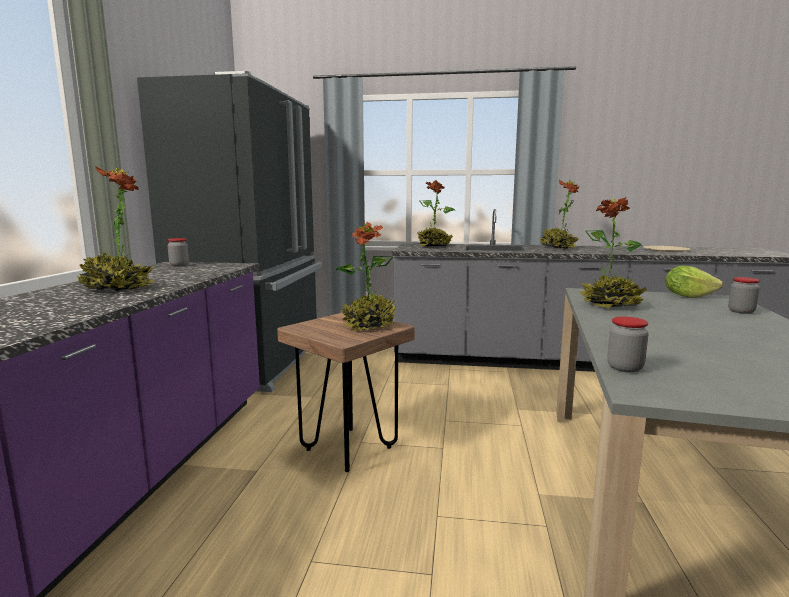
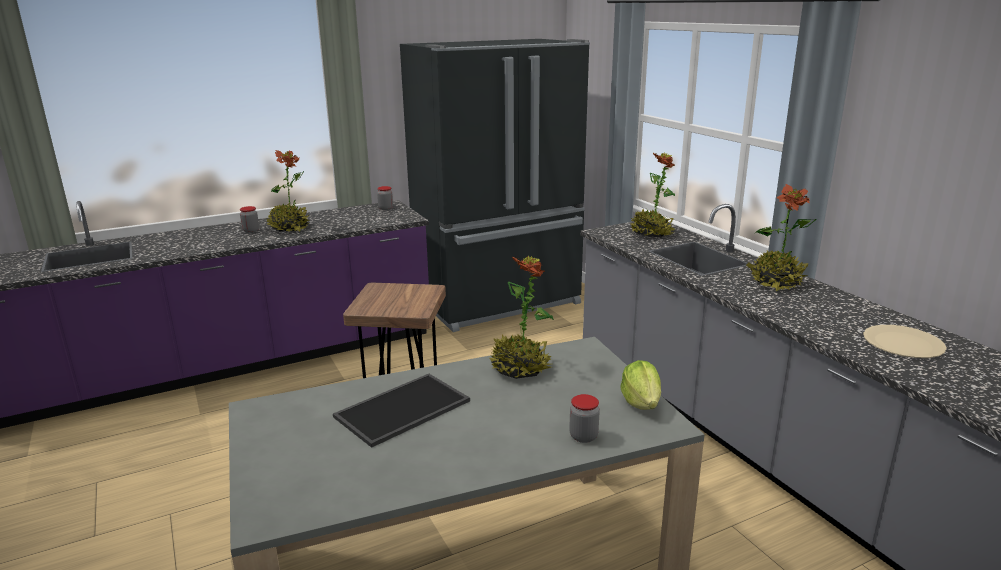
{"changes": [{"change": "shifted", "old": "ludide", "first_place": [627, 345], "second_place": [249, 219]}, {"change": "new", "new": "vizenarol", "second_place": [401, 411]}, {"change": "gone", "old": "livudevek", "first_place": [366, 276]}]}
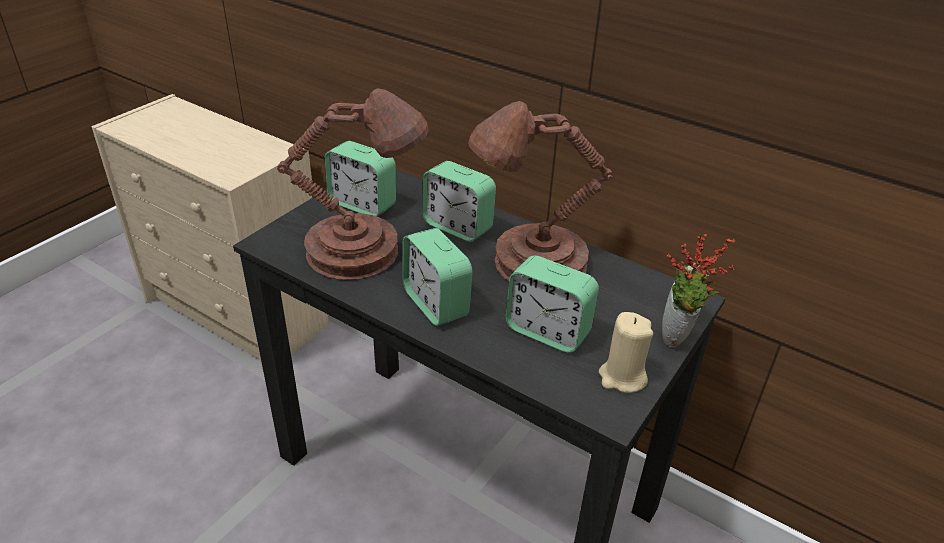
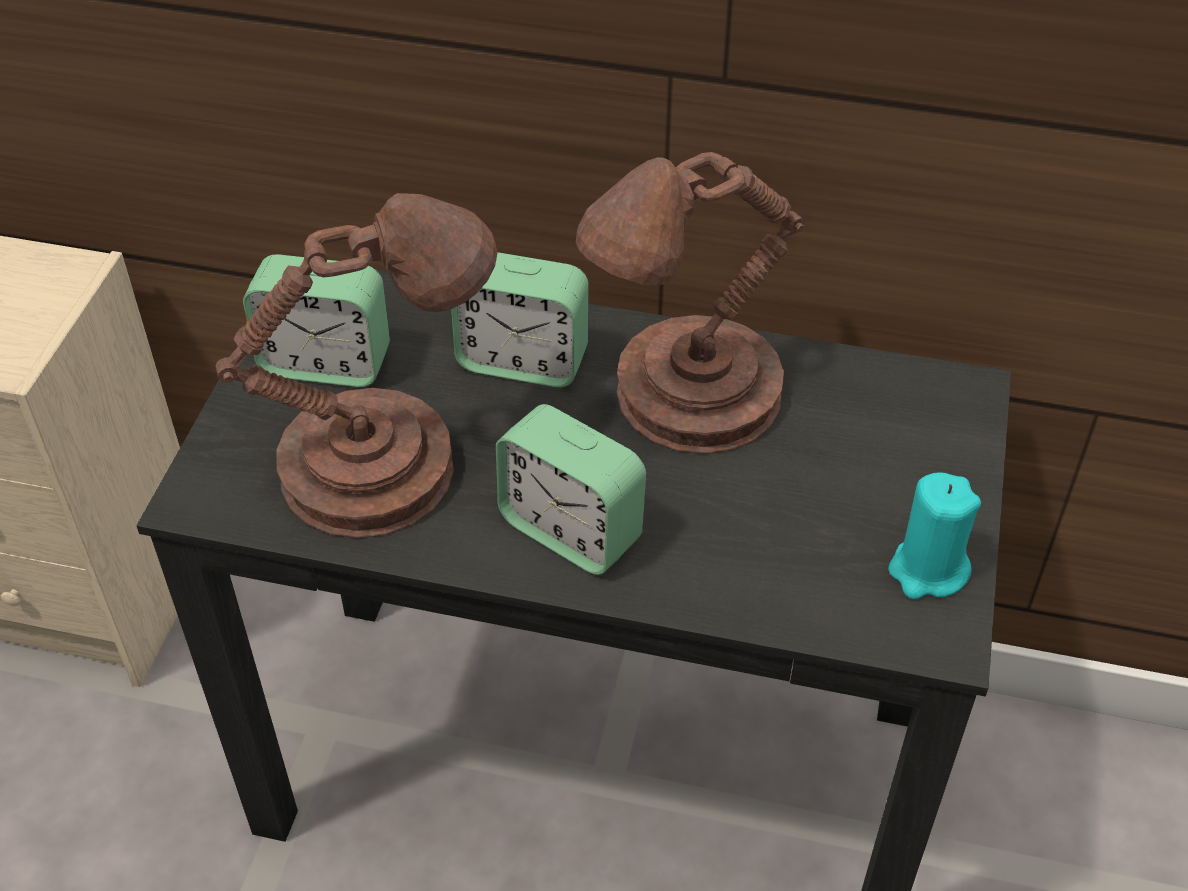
{"changes": [{"change": "repainted", "old": "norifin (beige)", "new": "norifin (turquoise)", "first_place": [626, 352], "second_place": [934, 535]}, {"change": "gone", "old": "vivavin", "first_place": [552, 304]}, {"change": "gone", "old": "livudevek", "first_place": [699, 291]}]}
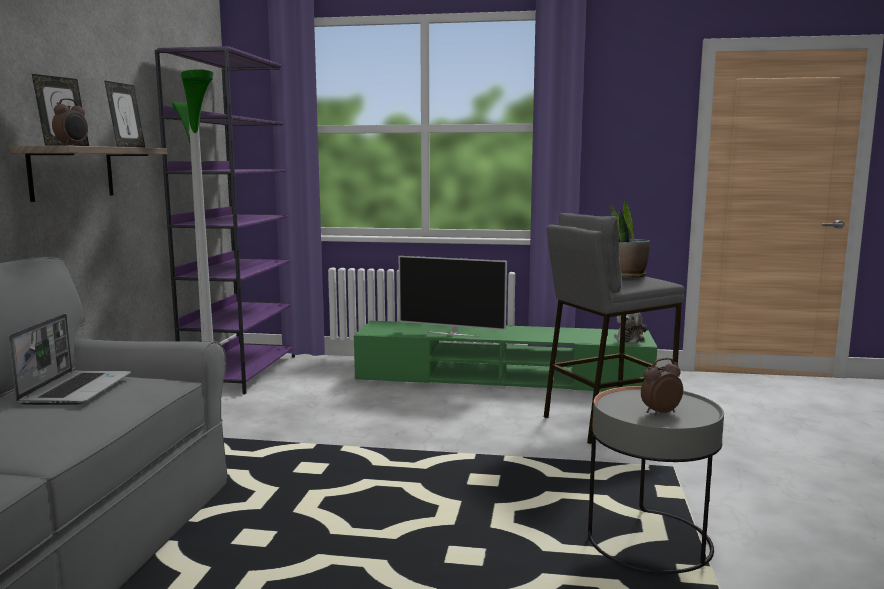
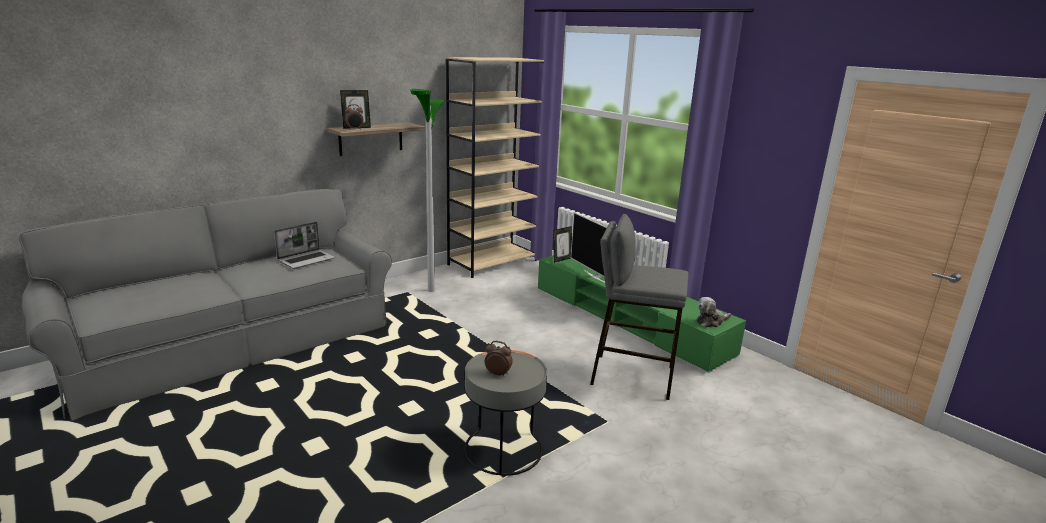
{"changes": [{"change": "repainted", "old": "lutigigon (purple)", "new": "lutigigon (beige)", "first_place": [225, 220], "second_place": [495, 167]}, {"change": "shifted", "old": "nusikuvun", "first_place": [124, 113], "second_place": [562, 244]}, {"change": "gone", "old": "livudevek", "first_place": [630, 239]}]}
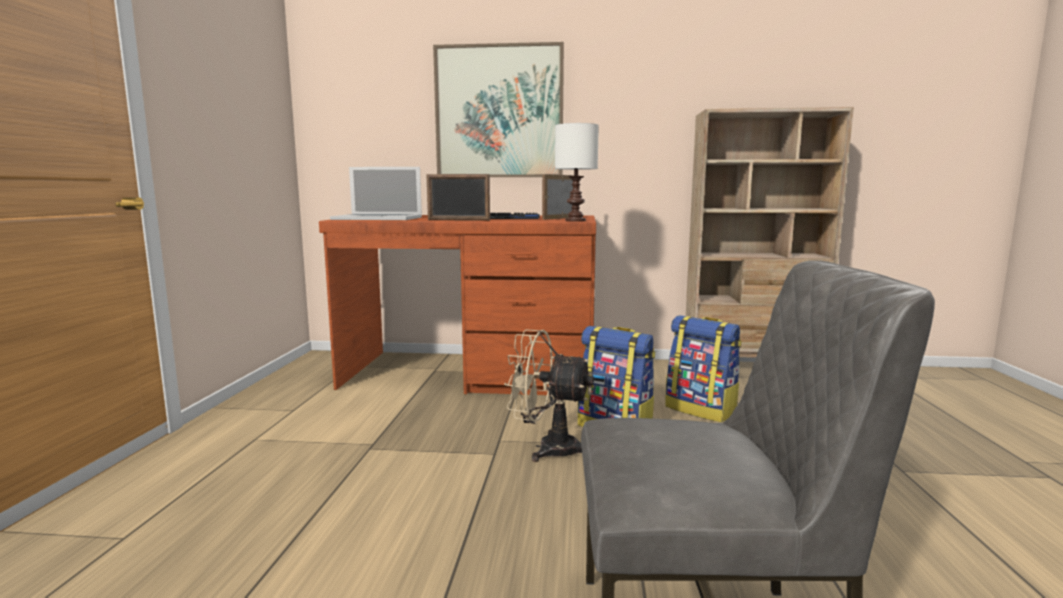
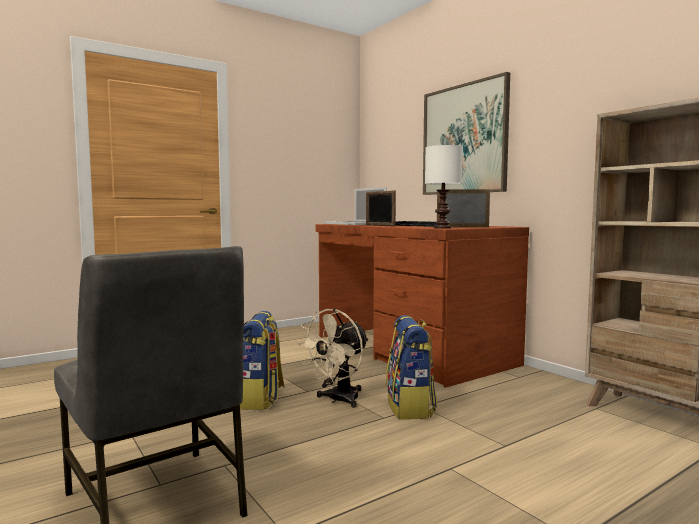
{"changes": [{"change": "shifted", "old": "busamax", "first_place": [703, 369], "second_place": [262, 360]}, {"change": "rotated", "old": "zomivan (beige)", "first_place": [549, 395], "second_place": [333, 358], "degrees": -120}]}
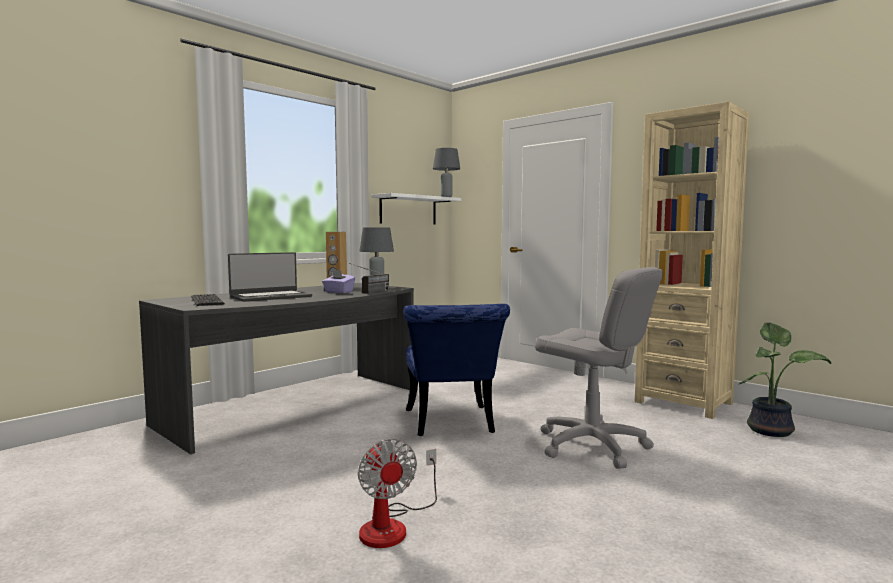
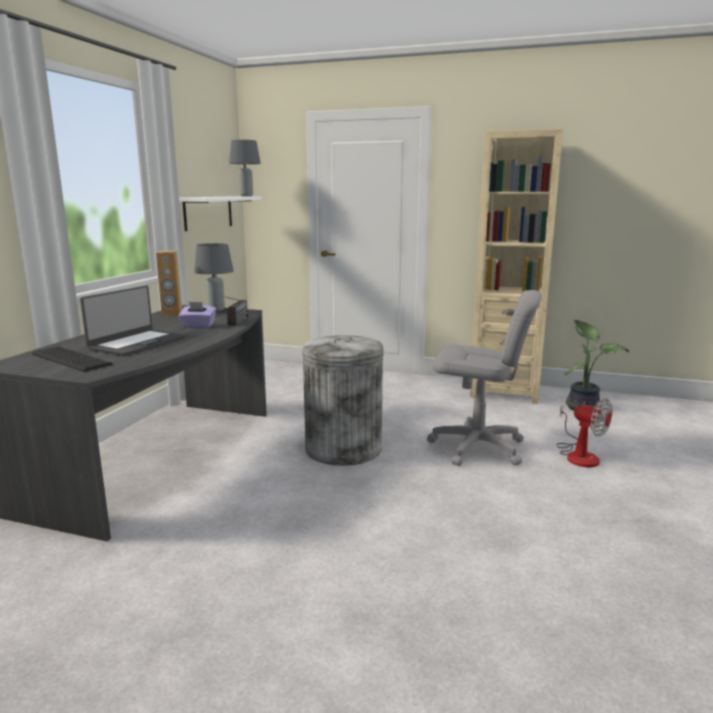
{"changes": [{"change": "swapped", "old": "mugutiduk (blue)", "new": "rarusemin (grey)", "first_place": [457, 370], "second_place": [343, 400]}, {"change": "shifted", "old": "zomivan", "first_place": [397, 493], "second_place": [585, 432]}]}
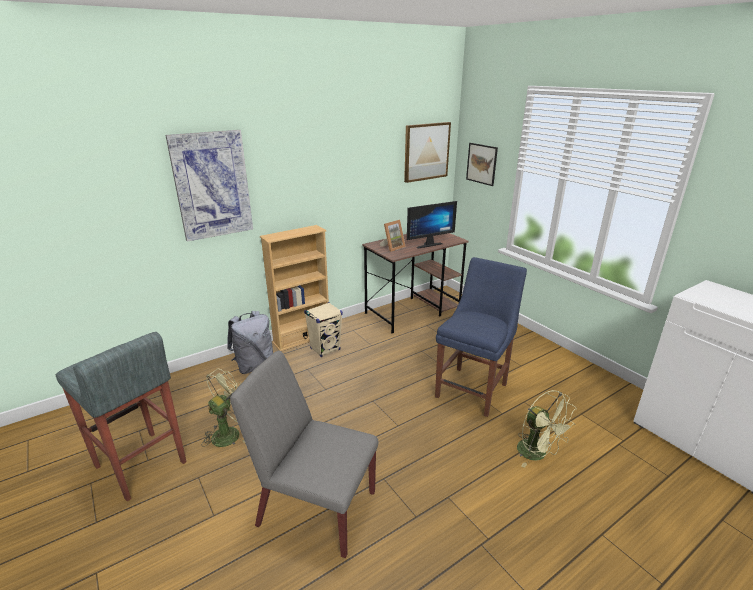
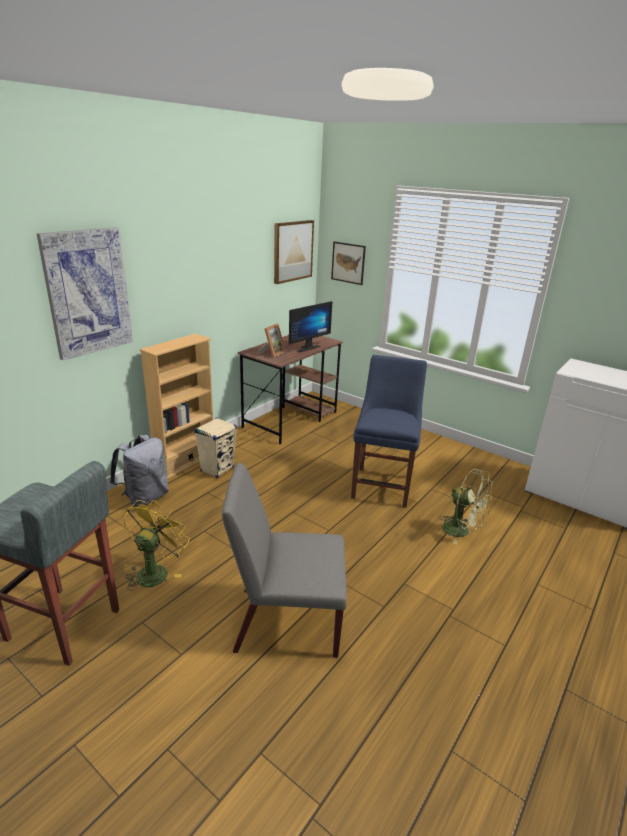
{"changes": [{"change": "repainted", "old": "zomivan (green)", "new": "zomivan (yellow)", "first_place": [224, 408], "second_place": [156, 545]}]}
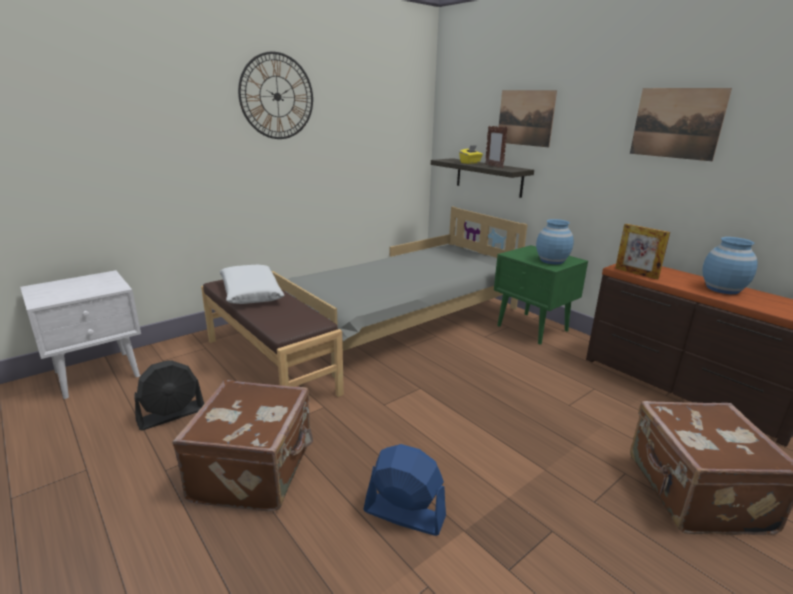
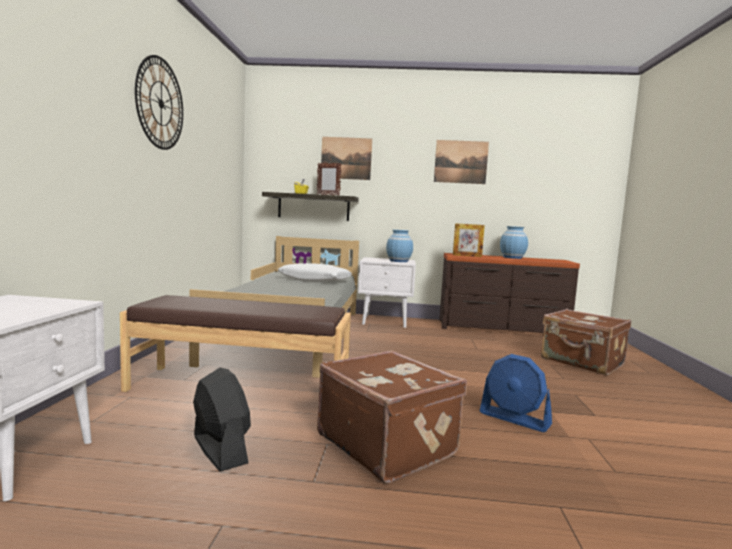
{"changes": [{"change": "rotated", "old": "zomivan (black)", "first_place": [169, 395], "second_place": [222, 420], "degrees": -45}, {"change": "shifted", "old": "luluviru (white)", "first_place": [252, 284], "second_place": [315, 272]}, {"change": "repainted", "old": "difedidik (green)", "new": "difedidik (white)", "first_place": [541, 295], "second_place": [387, 292]}, {"change": "rotated", "old": "zomivan (blue)", "first_place": [404, 490], "second_place": [516, 393], "degrees": -120}]}
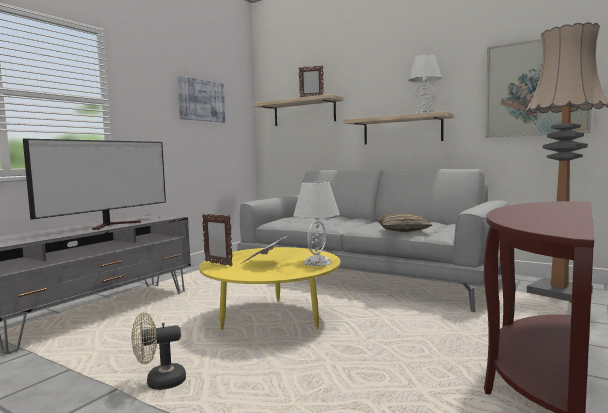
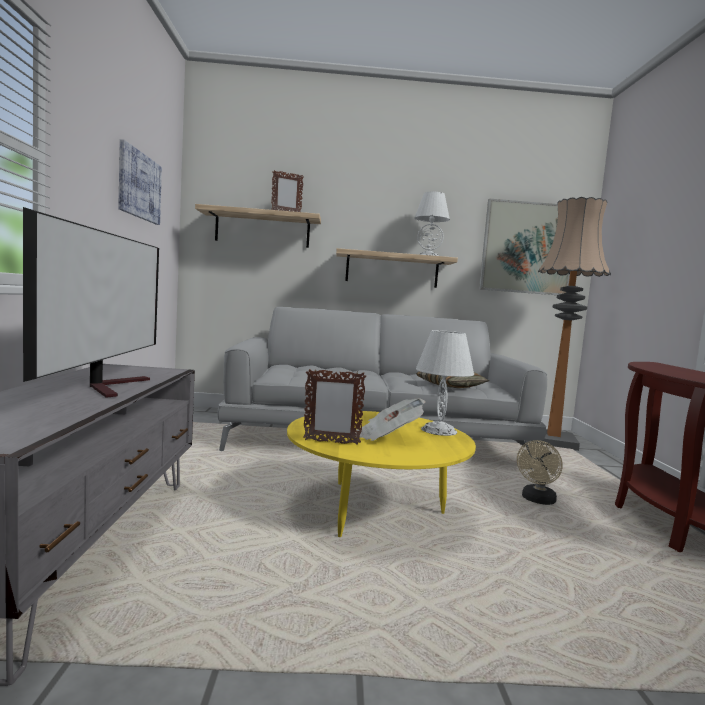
{"changes": [{"change": "shifted", "old": "zomivan (beige)", "first_place": [158, 351], "second_place": [540, 472]}]}
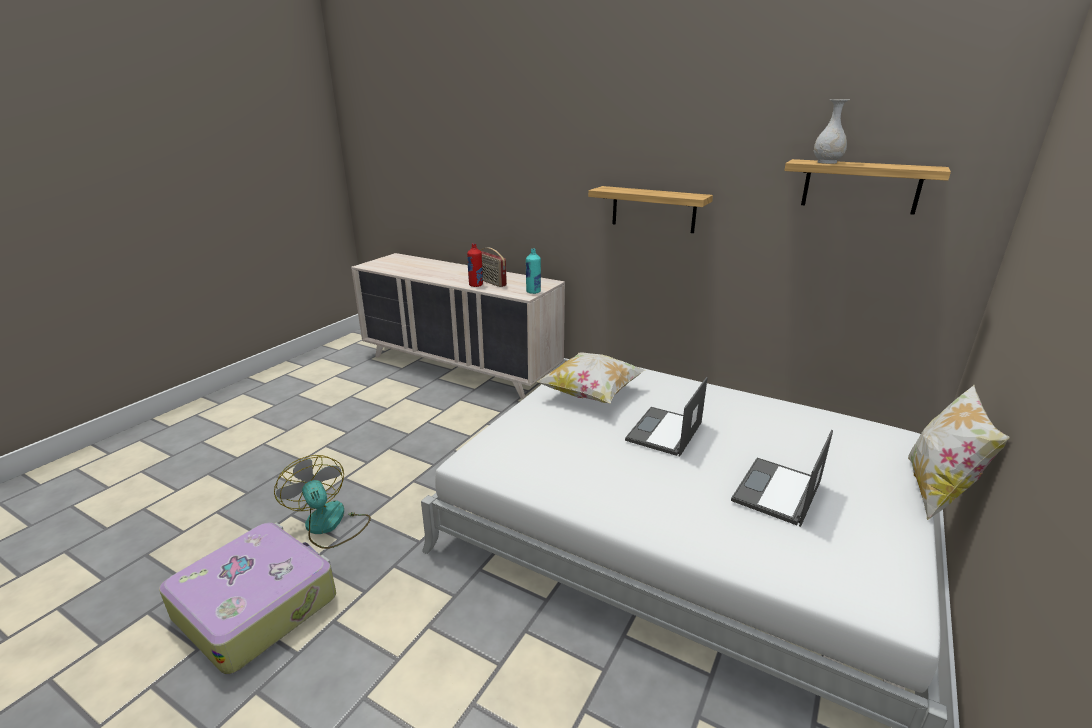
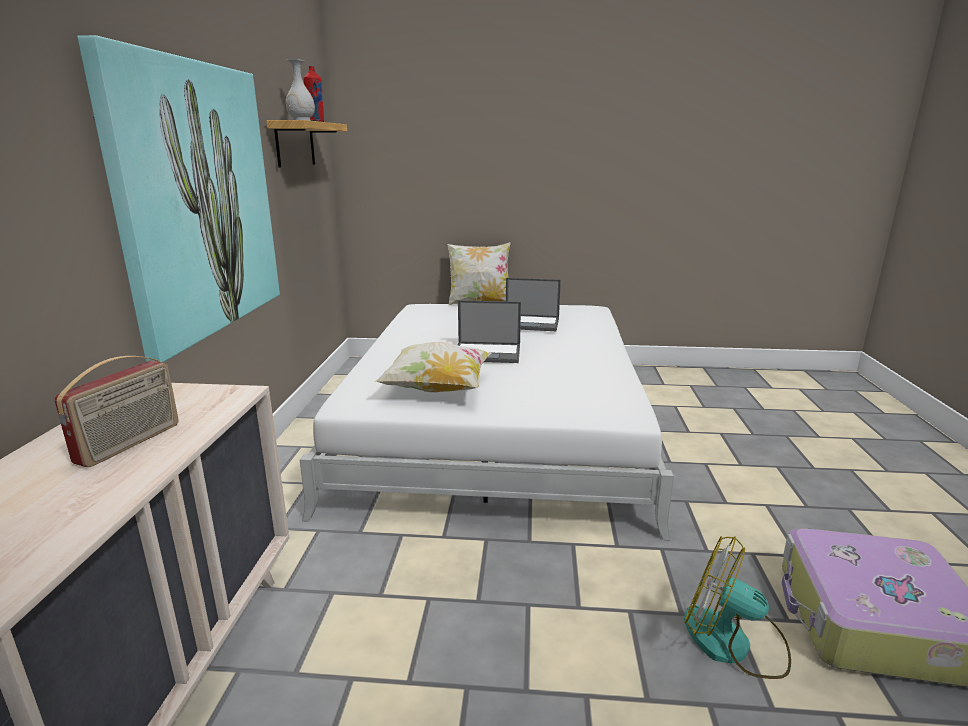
{"changes": [{"change": "swapped", "old": "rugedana", "new": "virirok", "first_place": [650, 209], "second_place": [178, 198]}, {"change": "shifted", "old": "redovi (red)", "first_place": [475, 265], "second_place": [313, 94]}, {"change": "rotated", "old": "zomivan", "first_place": [322, 502], "second_place": [737, 607], "degrees": 90}, {"change": "gone", "old": "redovi (turquoise)", "first_place": [533, 271]}]}
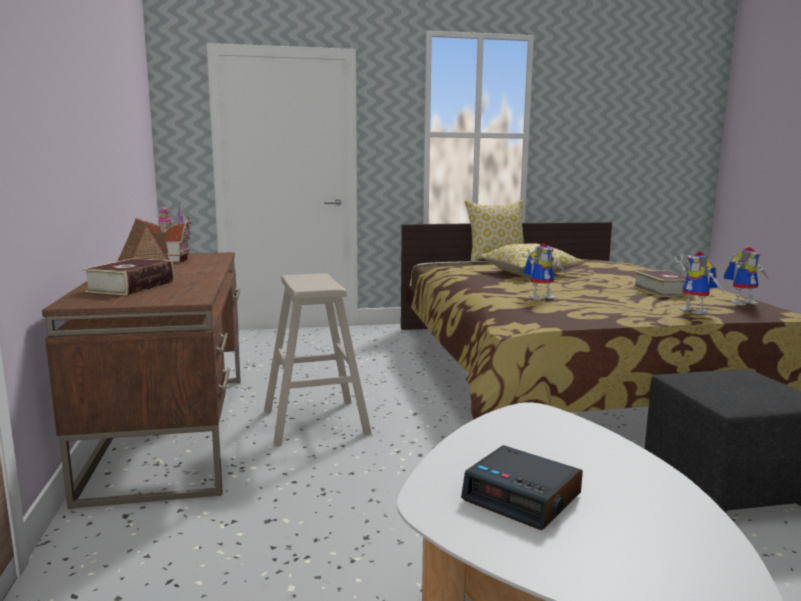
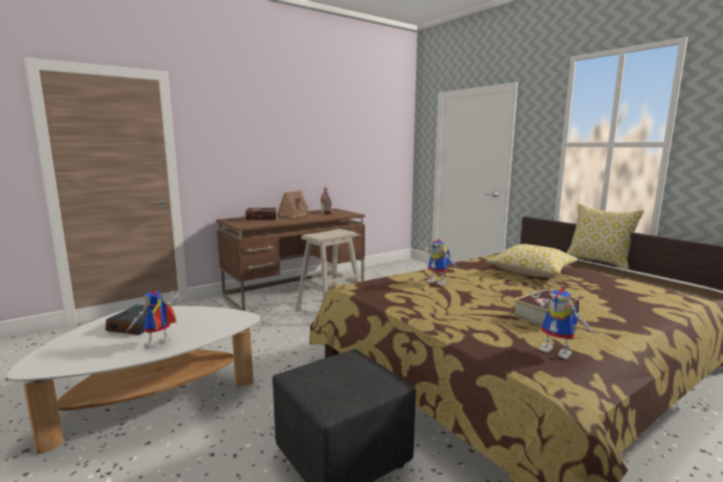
{"changes": [{"change": "shifted", "old": "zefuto", "first_place": [700, 283], "second_place": [152, 319]}]}
